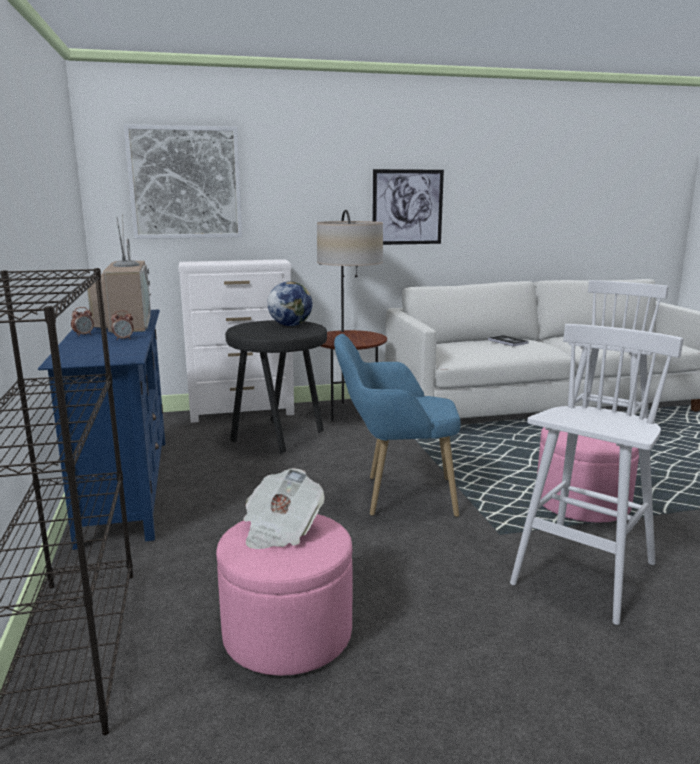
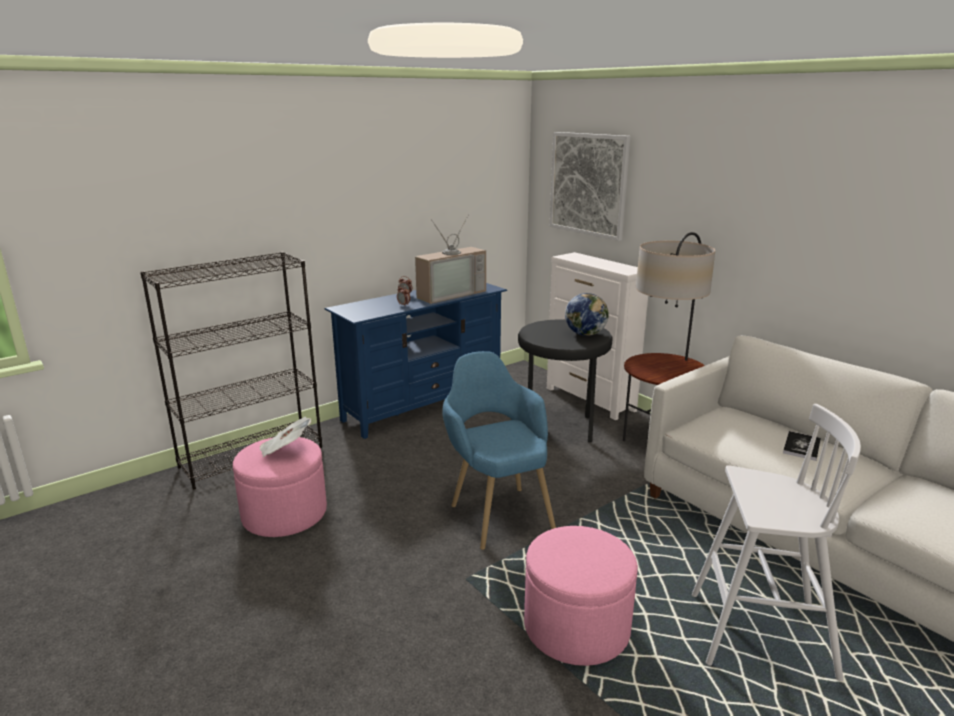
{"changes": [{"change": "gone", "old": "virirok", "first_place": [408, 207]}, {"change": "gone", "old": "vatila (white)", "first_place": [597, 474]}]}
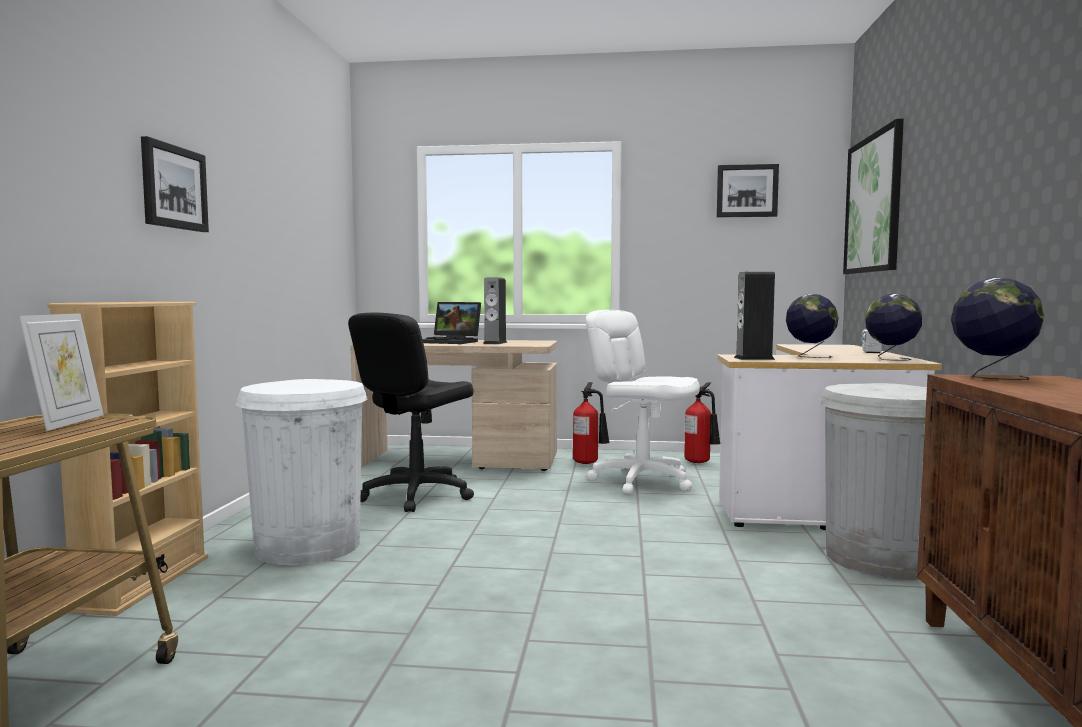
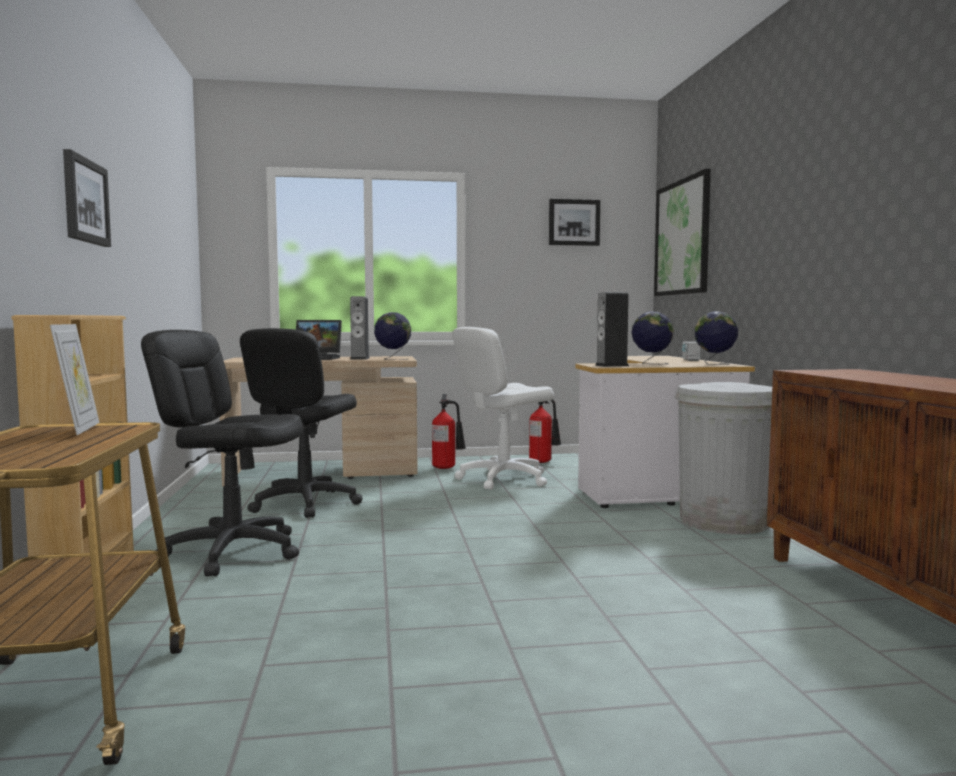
{"changes": [{"change": "swapped", "old": "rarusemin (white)", "new": "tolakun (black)", "first_place": [301, 472], "second_place": [222, 453]}, {"change": "shifted", "old": "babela", "first_place": [997, 329], "second_place": [392, 336]}, {"change": "rotated", "old": "tolakun (white)", "first_place": [643, 402], "second_place": [503, 408], "degrees": -60}]}
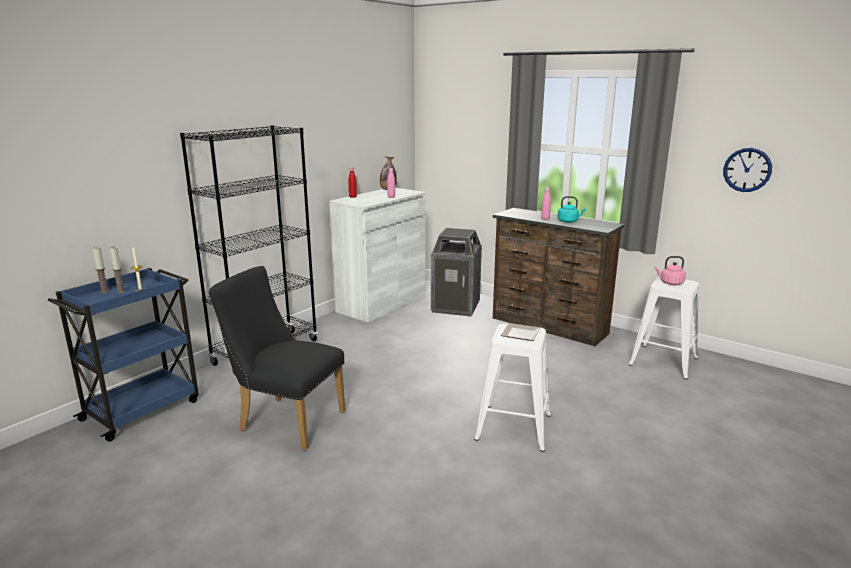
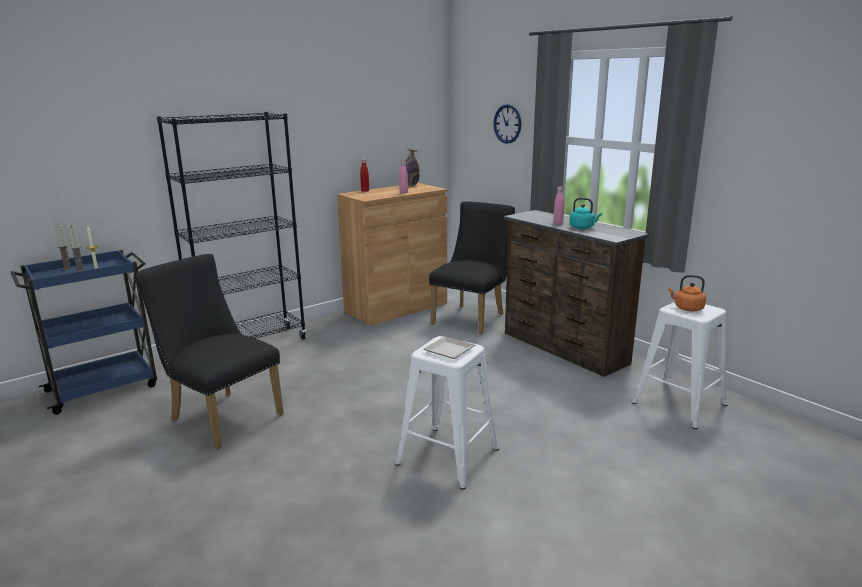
{"changes": [{"change": "repainted", "old": "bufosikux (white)", "new": "bufosikux (brown)", "first_place": [377, 255], "second_place": [392, 254]}, {"change": "swapped", "old": "rarusemin", "new": "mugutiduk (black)", "first_place": [456, 272], "second_place": [472, 268]}, {"change": "shifted", "old": "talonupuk", "first_place": [747, 170], "second_place": [507, 124]}, {"change": "repainted", "old": "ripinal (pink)", "new": "ripinal (orange)", "first_place": [670, 270], "second_place": [687, 293]}]}
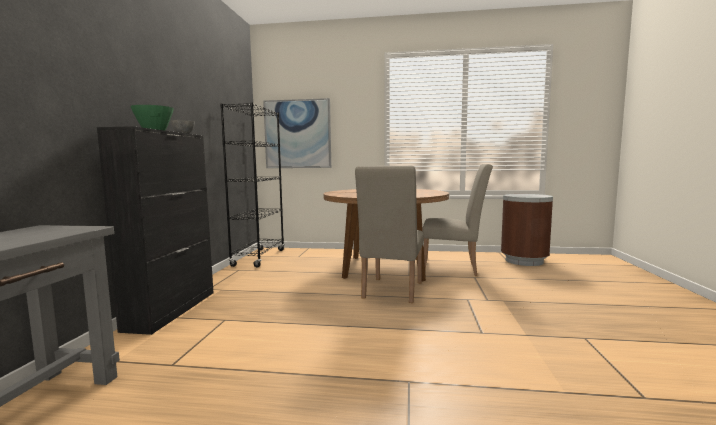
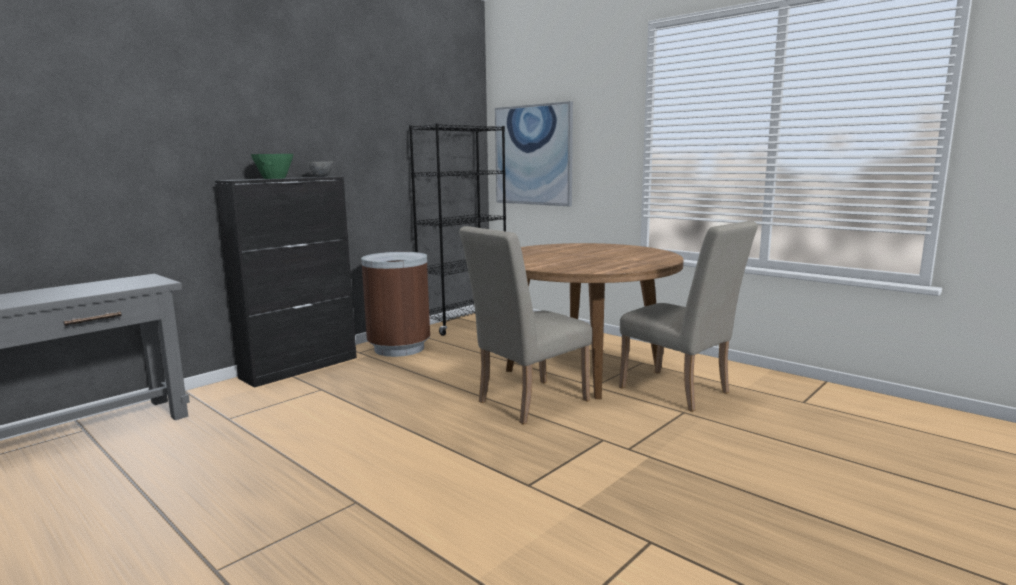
{"changes": [{"change": "shifted", "old": "rarusemin (brown)", "first_place": [527, 230], "second_place": [395, 304]}]}
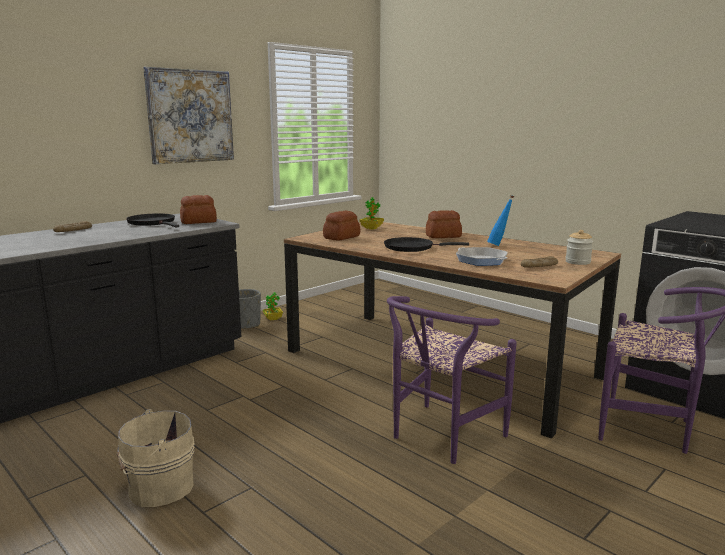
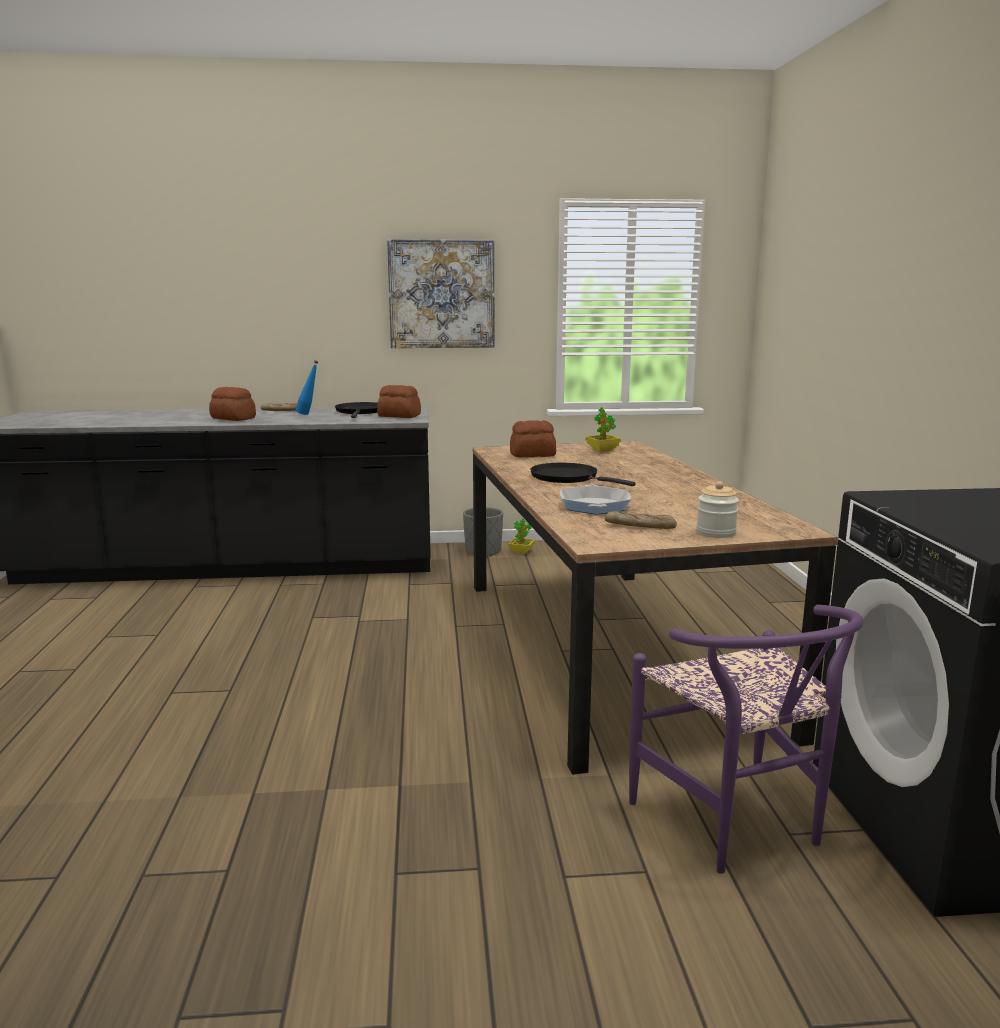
{"changes": [{"change": "shifted", "old": "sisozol", "first_place": [444, 224], "second_place": [232, 404]}, {"change": "shifted", "old": "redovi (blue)", "first_place": [500, 220], "second_place": [307, 387]}, {"change": "gone", "old": "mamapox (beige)", "first_place": [156, 458]}, {"change": "gone", "old": "mugutiduk (purple)", "first_place": [452, 380]}]}
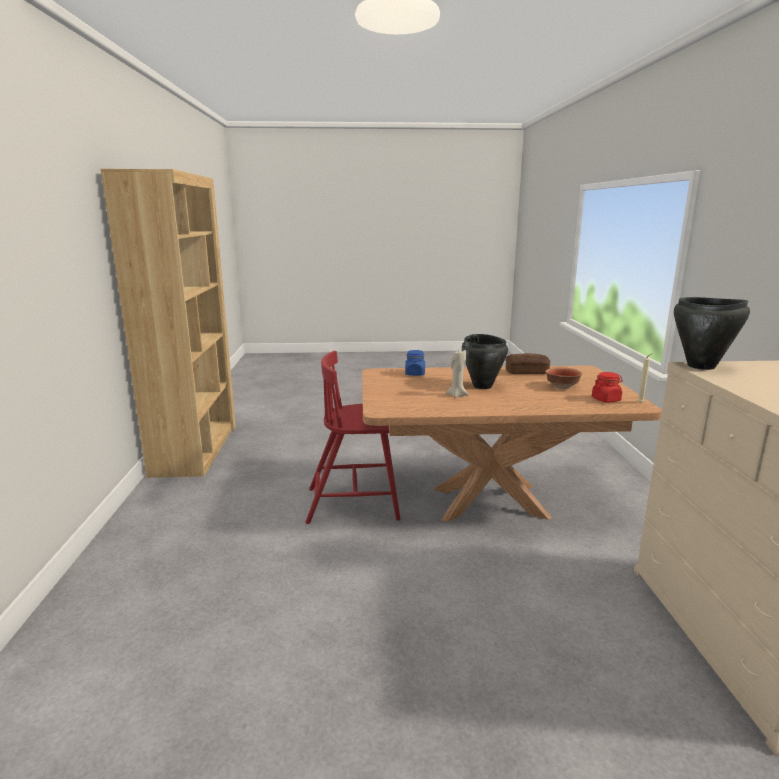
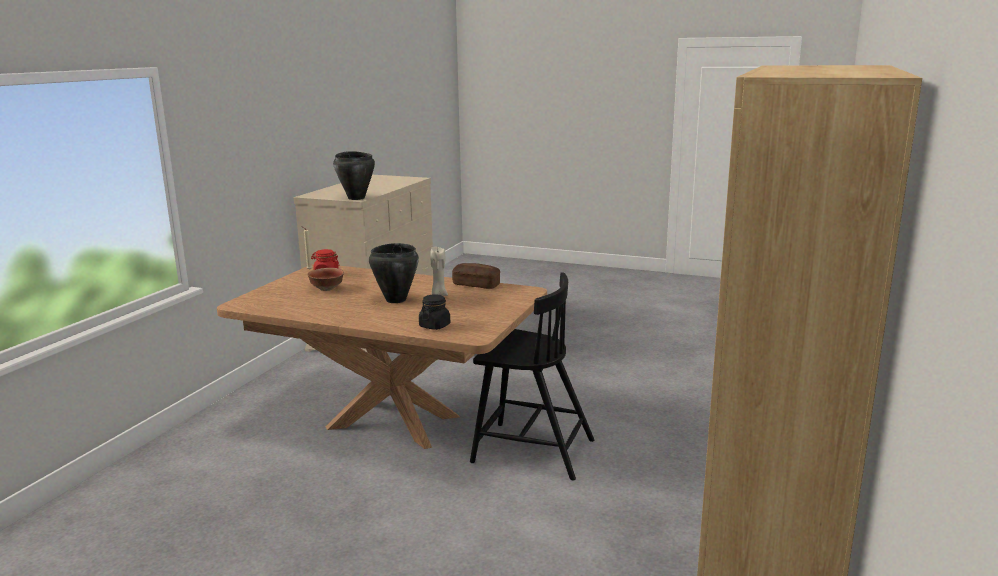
{"changes": [{"change": "repainted", "old": "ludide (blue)", "new": "ludide (black)", "first_place": [415, 363], "second_place": [434, 312]}, {"change": "shifted", "old": "sisozol", "first_place": [528, 363], "second_place": [476, 276]}, {"change": "repainted", "old": "mugutiduk (red)", "new": "mugutiduk (black)", "first_place": [352, 437], "second_place": [532, 376]}]}
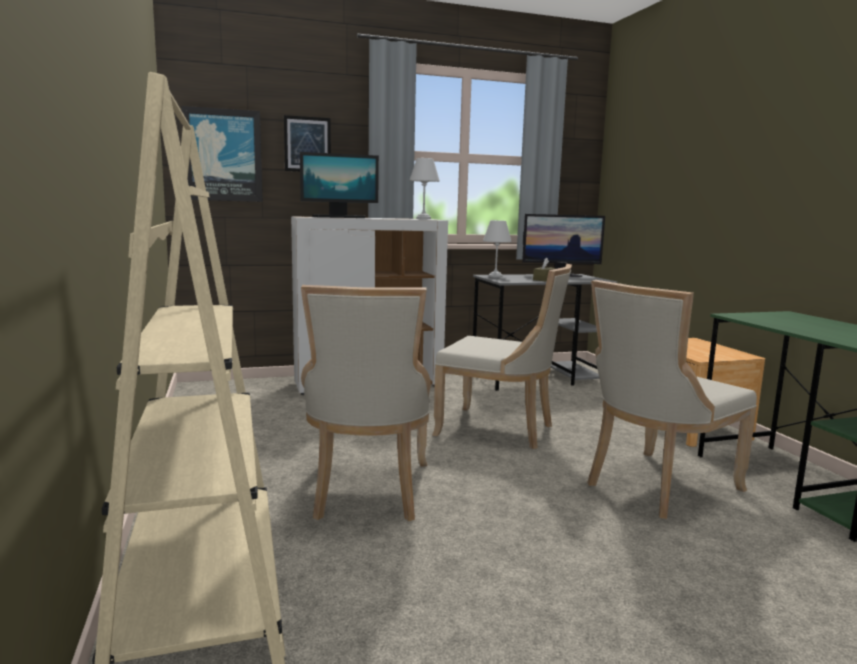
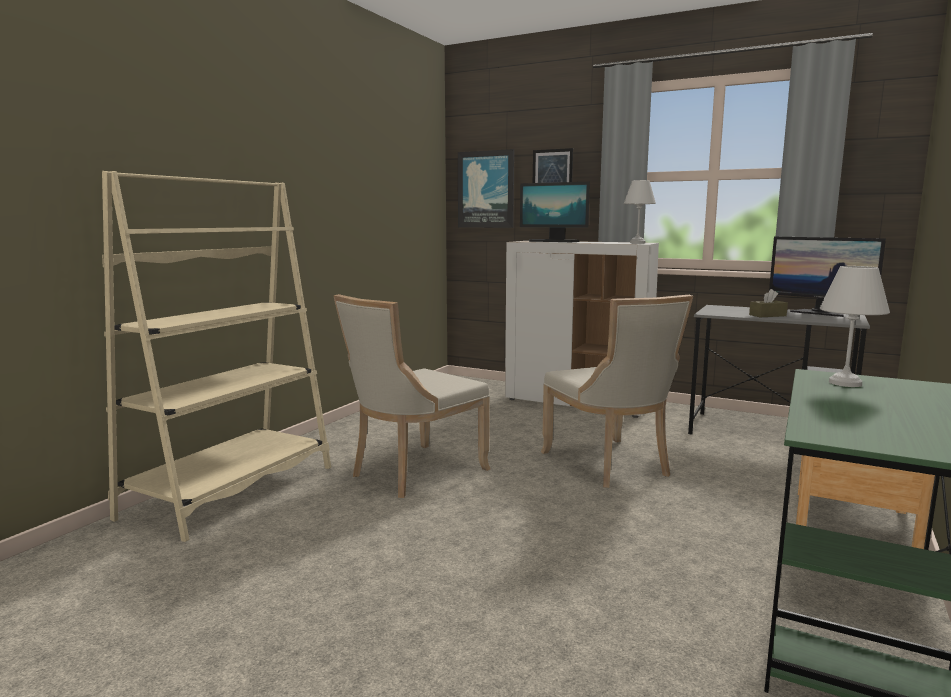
{"changes": [{"change": "shifted", "old": "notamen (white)", "first_place": [497, 249], "second_place": [855, 326]}, {"change": "gone", "old": "mugutiduk (beige)", "first_place": [672, 399]}]}
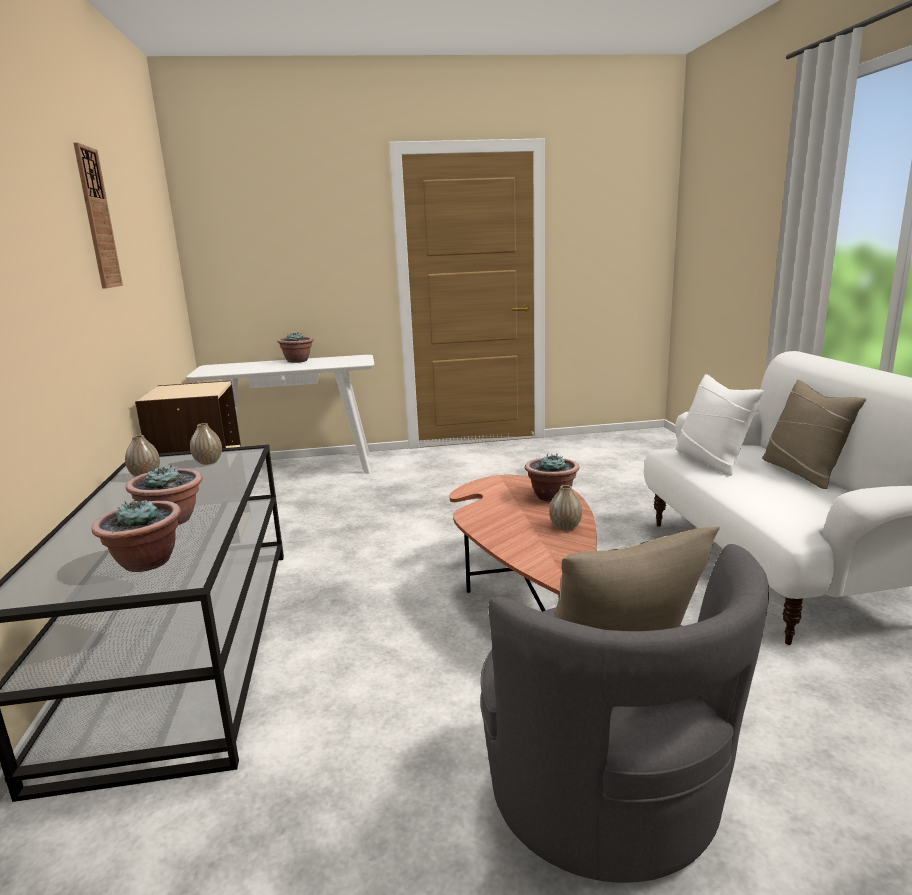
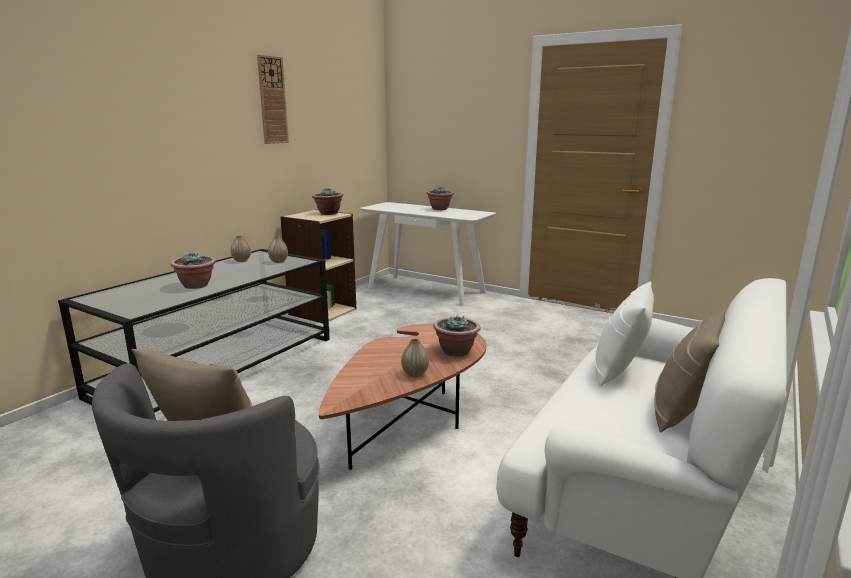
{"changes": [{"change": "shifted", "old": "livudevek", "first_place": [136, 535], "second_place": [327, 201]}]}
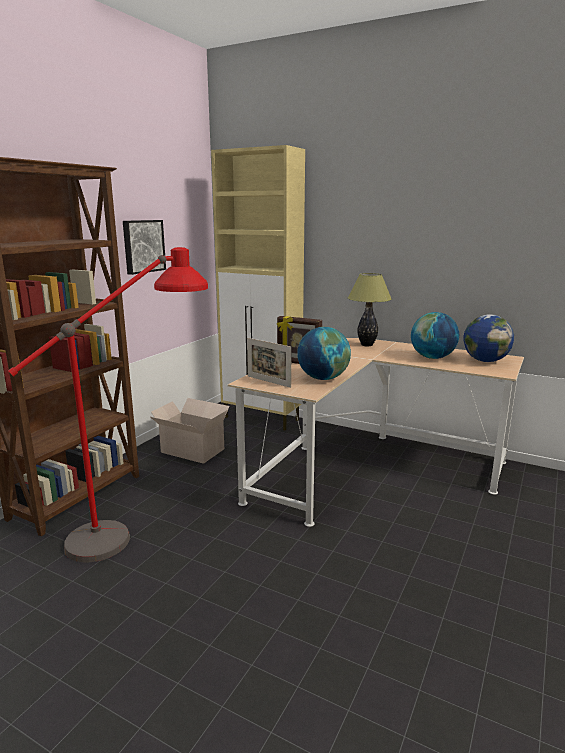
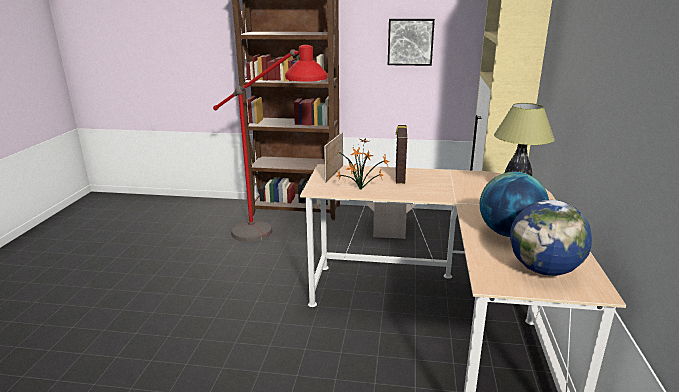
{"changes": [{"change": "swapped", "old": "babela", "new": "livudevek", "first_place": [324, 353], "second_place": [363, 163]}]}
